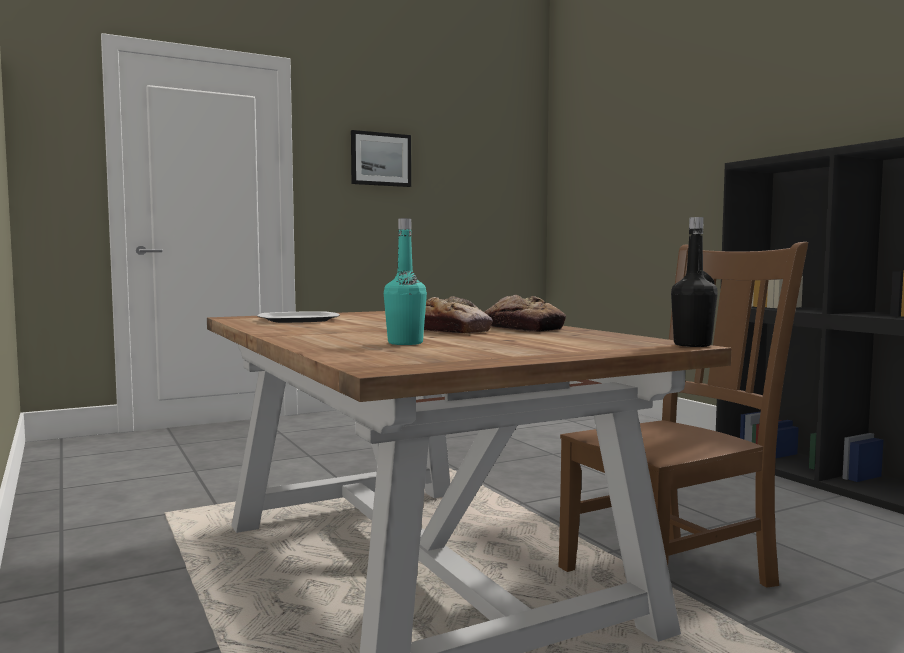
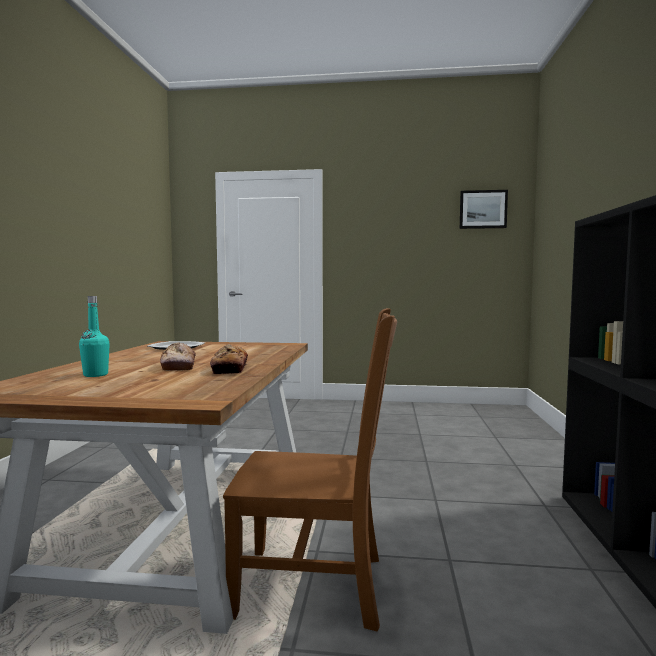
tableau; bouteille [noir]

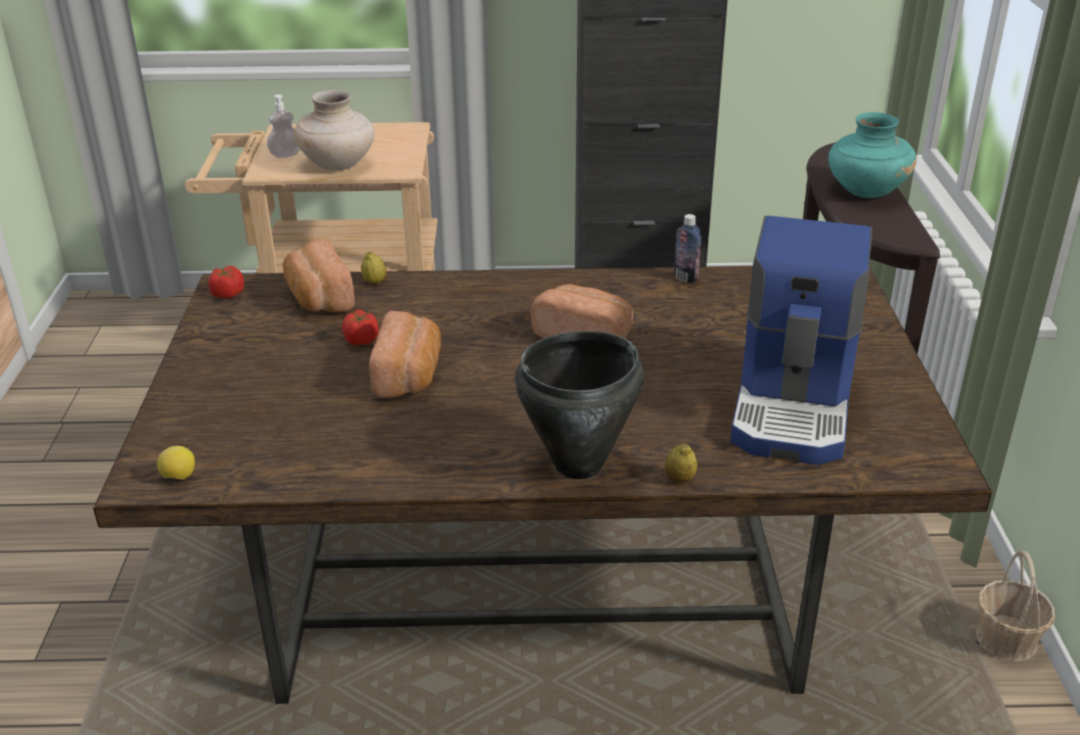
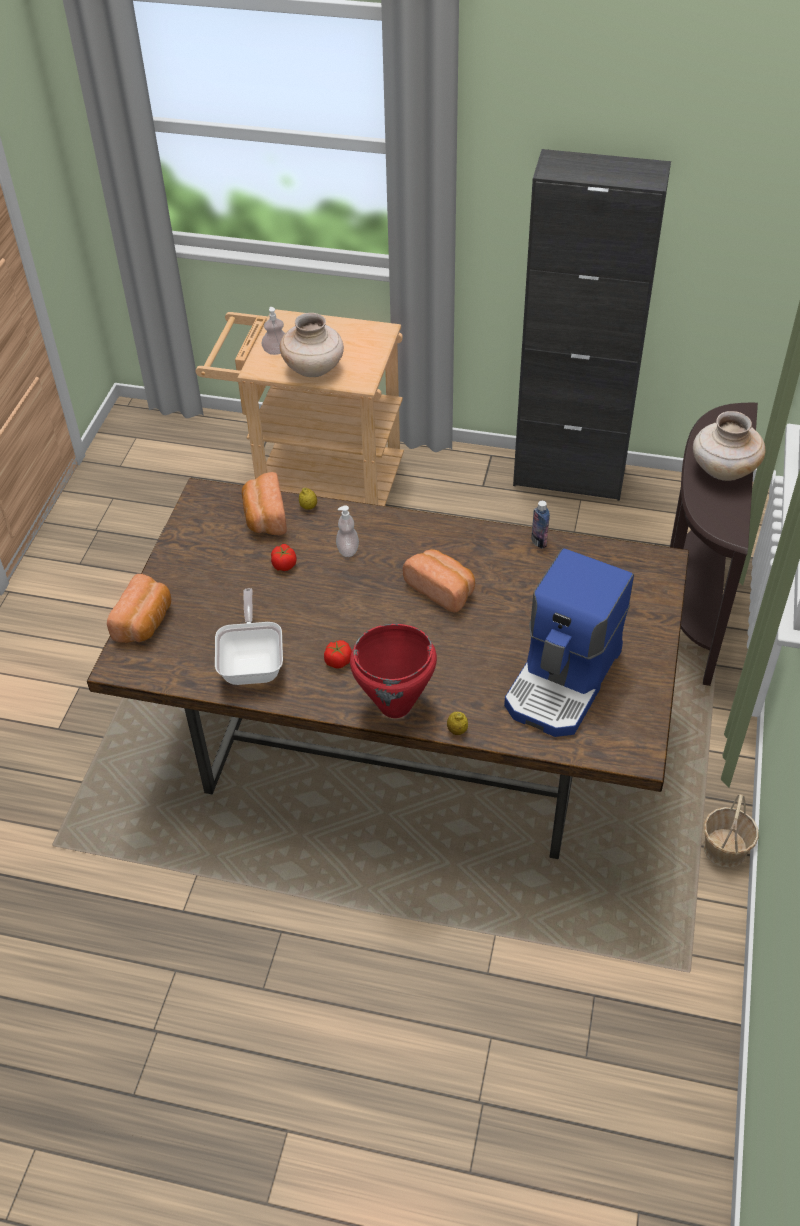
pain (no. 1 from left); poêle; tomate (no. 2 from left); distributeur de savon (no. 2 from left); marmite [rouge]; vase [beige] (no. 2 from left); citron (no. 1 from left in the first image)

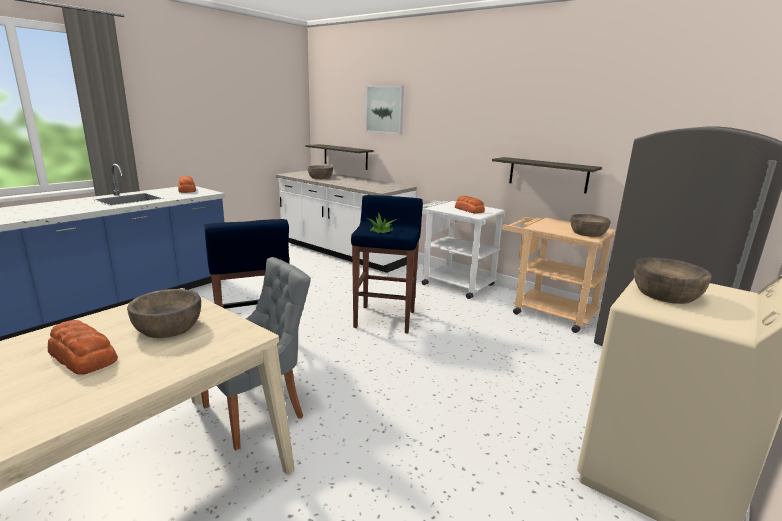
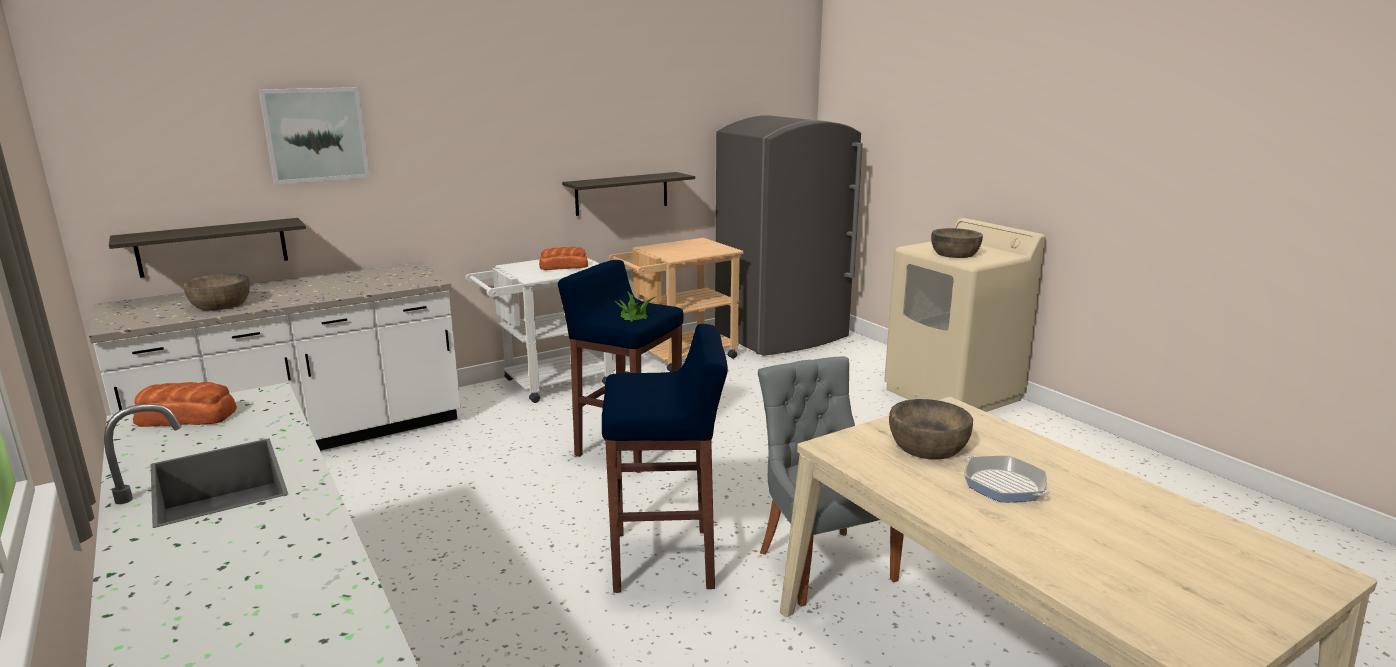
poêle; bol [marron] (no. 3 from left in the first image)

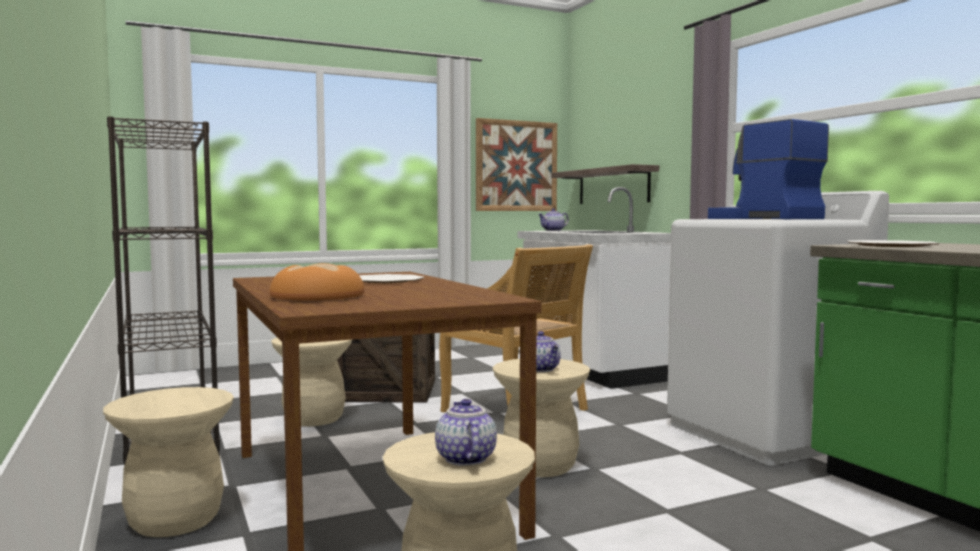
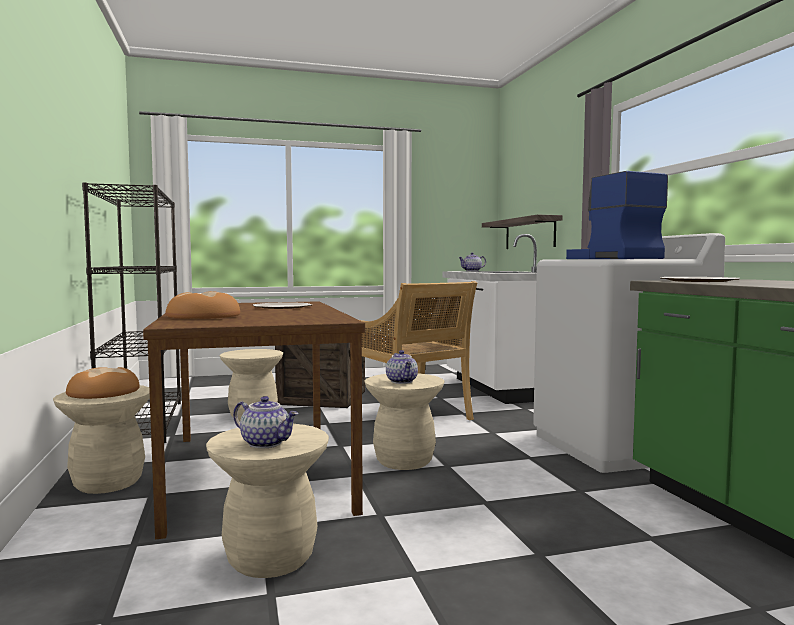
pain (no. 1 from left); théière (no. 1 from left); tableau

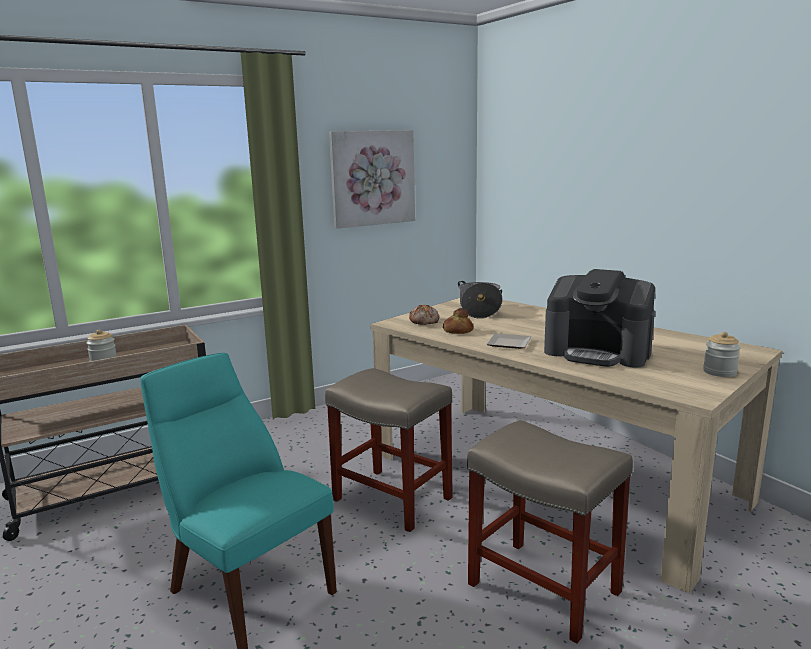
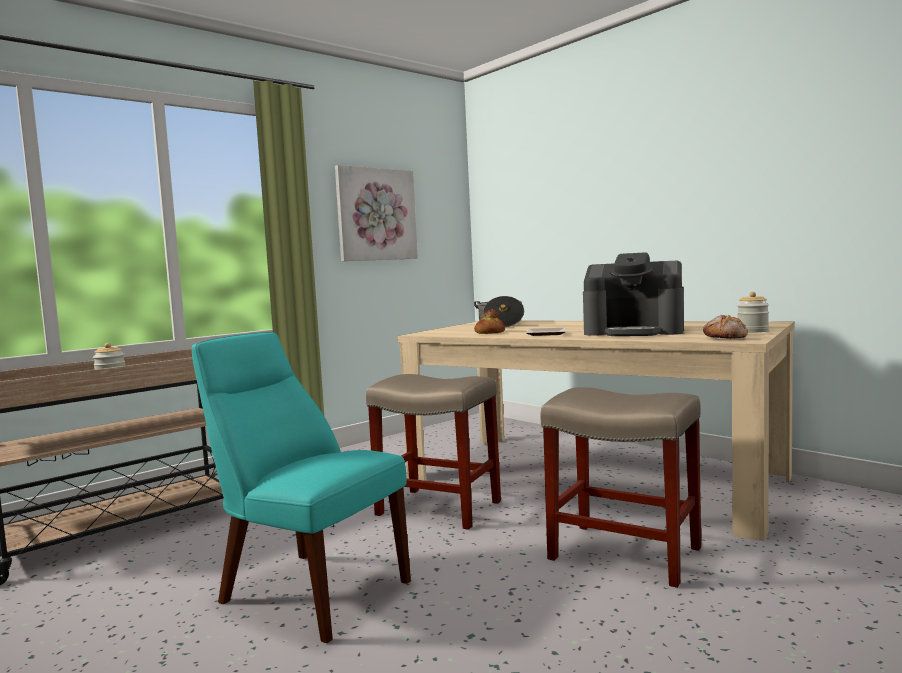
pain (no. 2 from left)

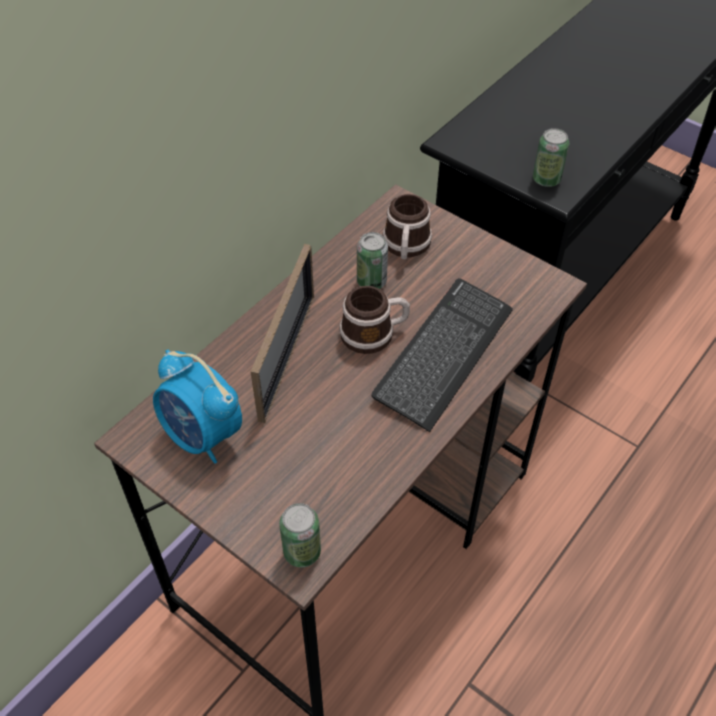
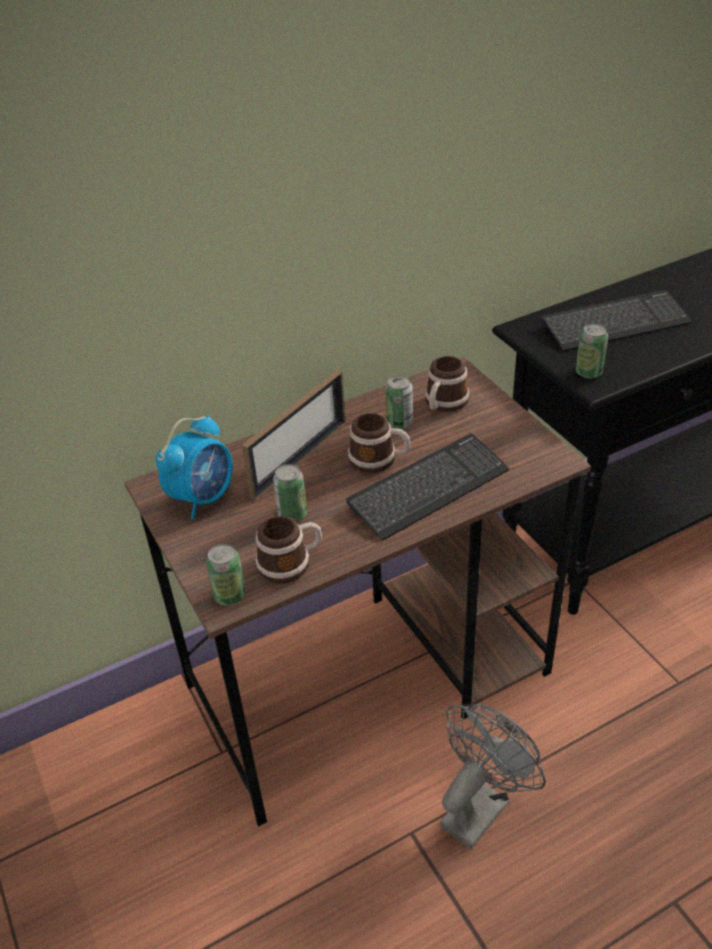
réveil; mug (no. 1 from left); boîte métallique (no. 2 from left); ventilateur [gris]; clavier (no. 2 from left)

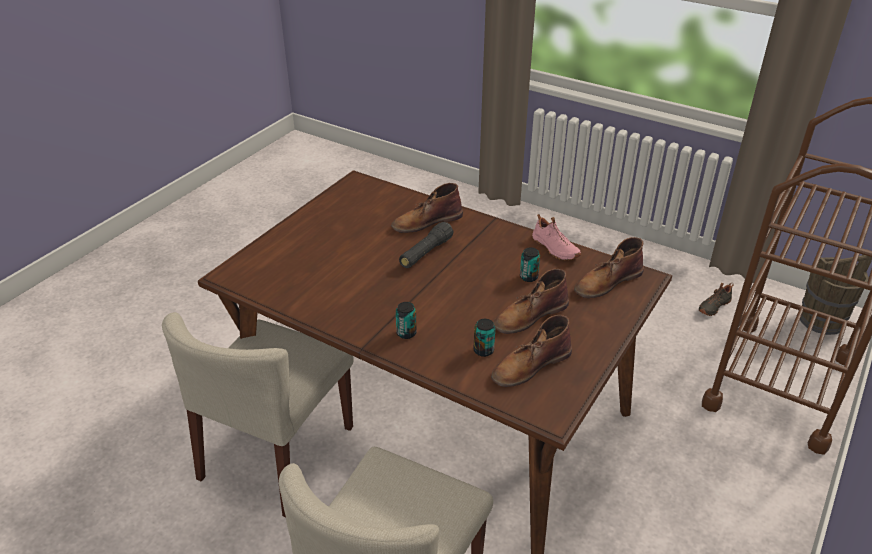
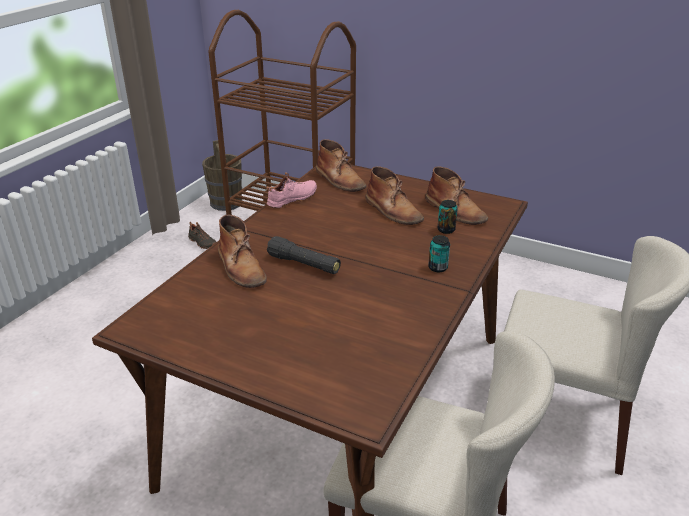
boîte métallique (no. 3 from left in the first image)

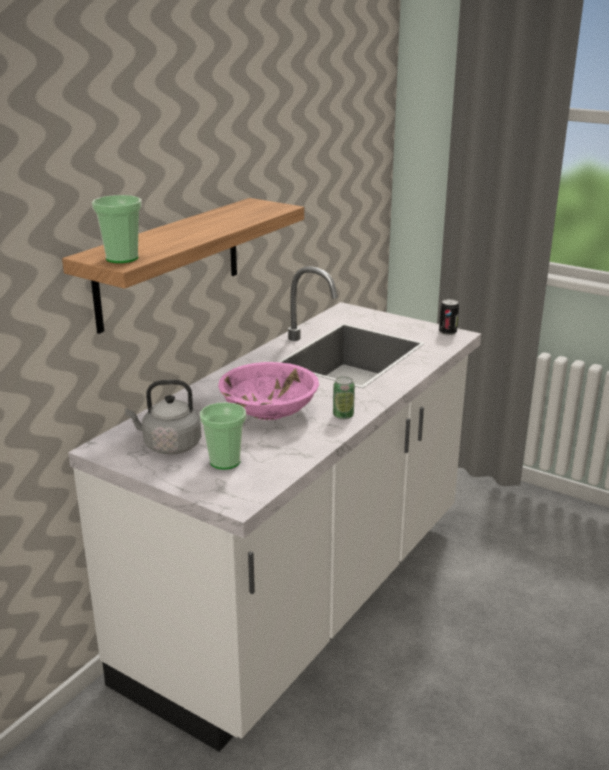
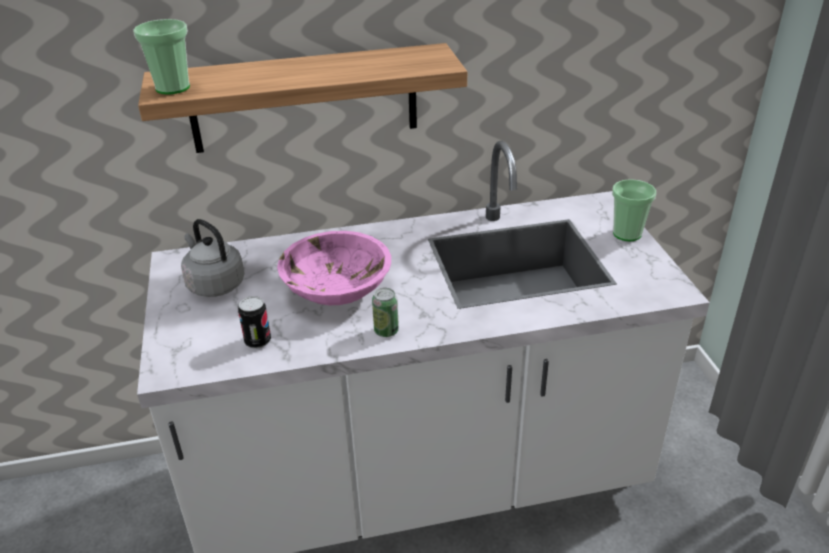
boîte métallique (no. 1 from left); tasse (no. 2 from left)

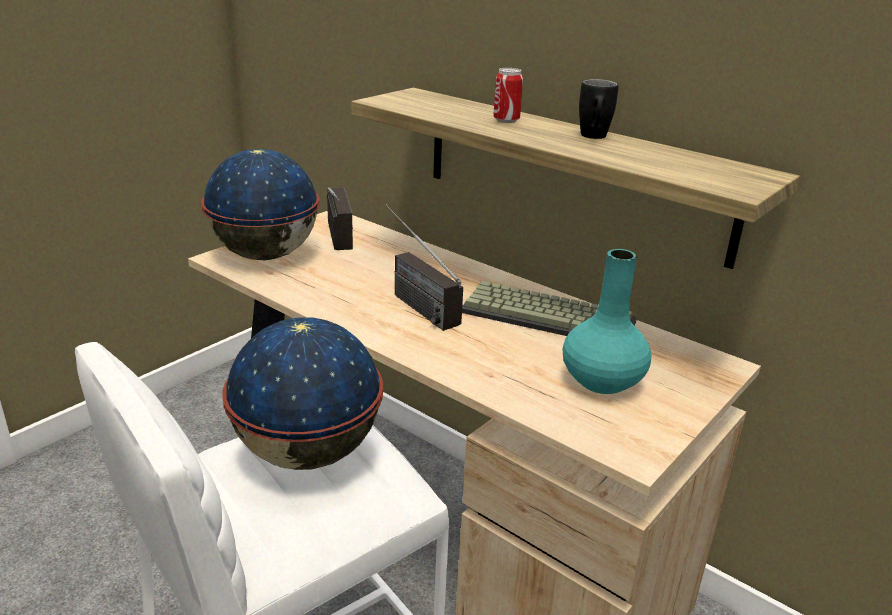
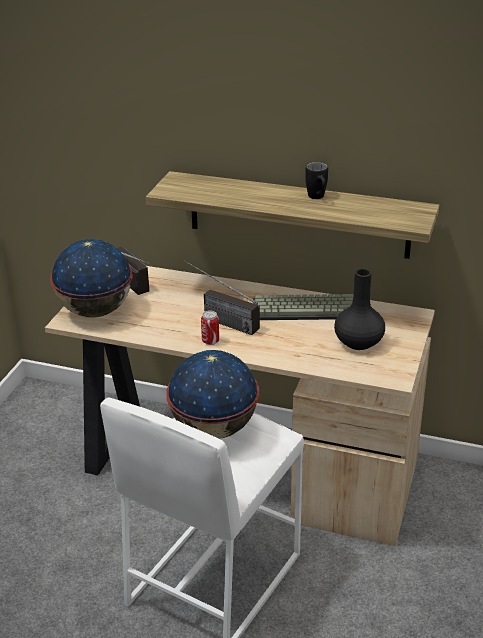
boîte métallique; vase [noir]

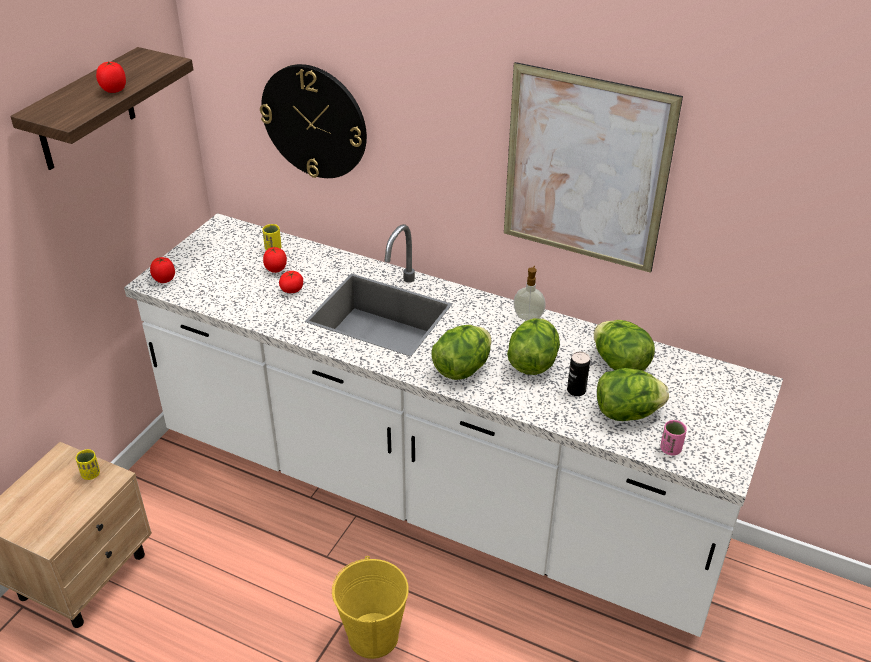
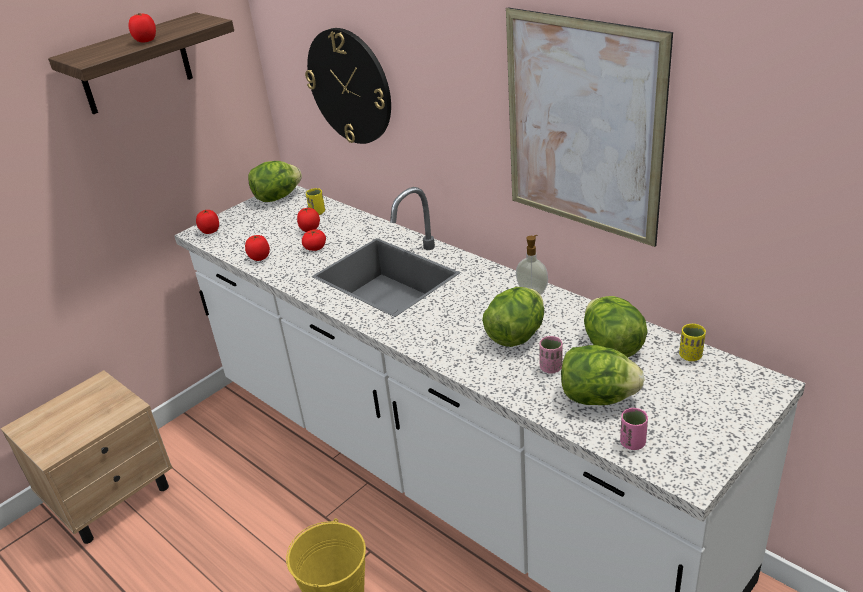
tomate (no. 3 from left); laitue (no. 1 from left); tasse [rose] (no. 1 from left); tasse [jaune] (no. 2 from left)

